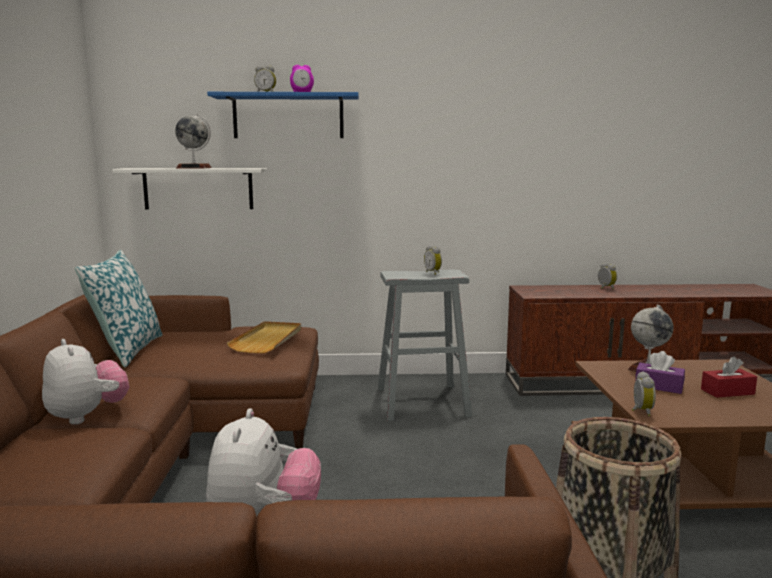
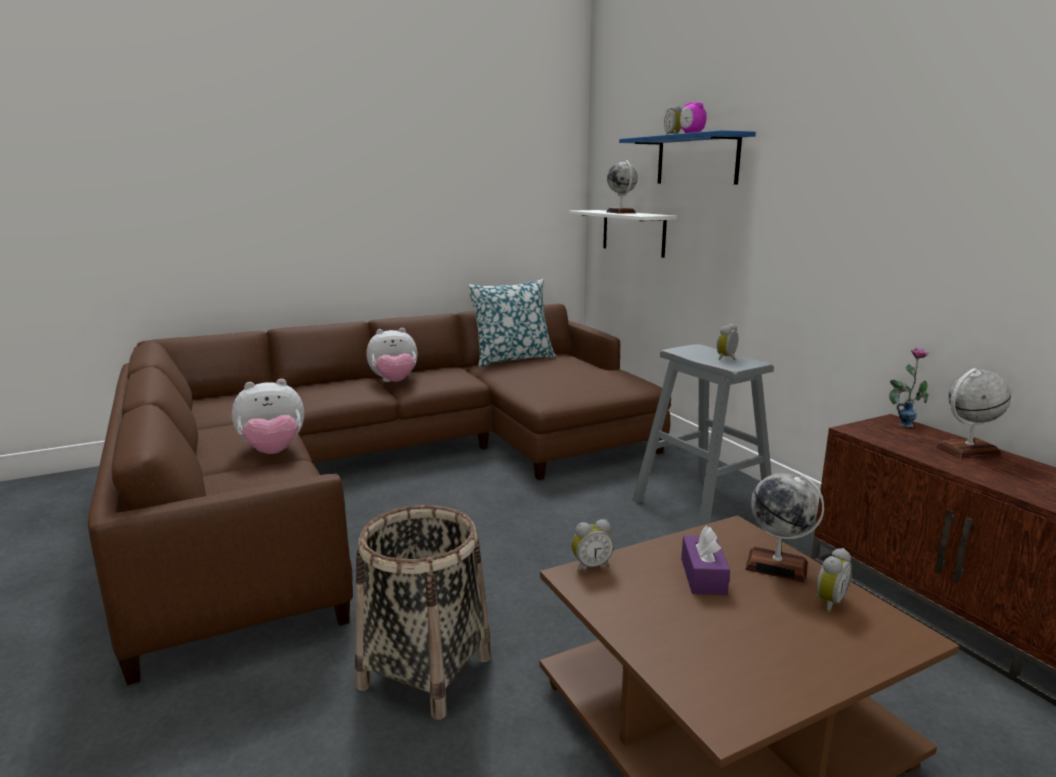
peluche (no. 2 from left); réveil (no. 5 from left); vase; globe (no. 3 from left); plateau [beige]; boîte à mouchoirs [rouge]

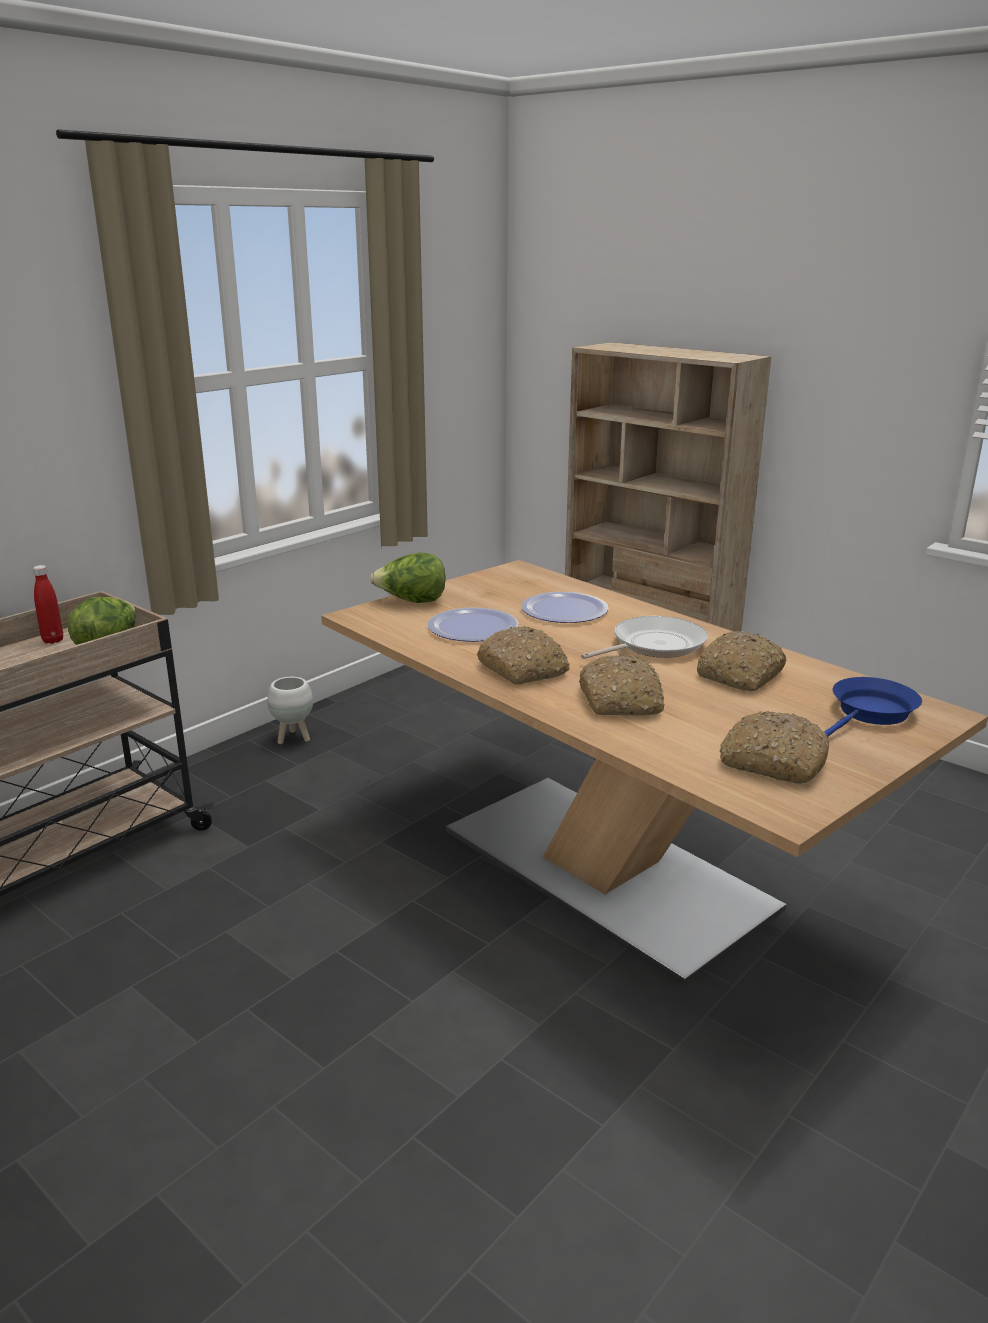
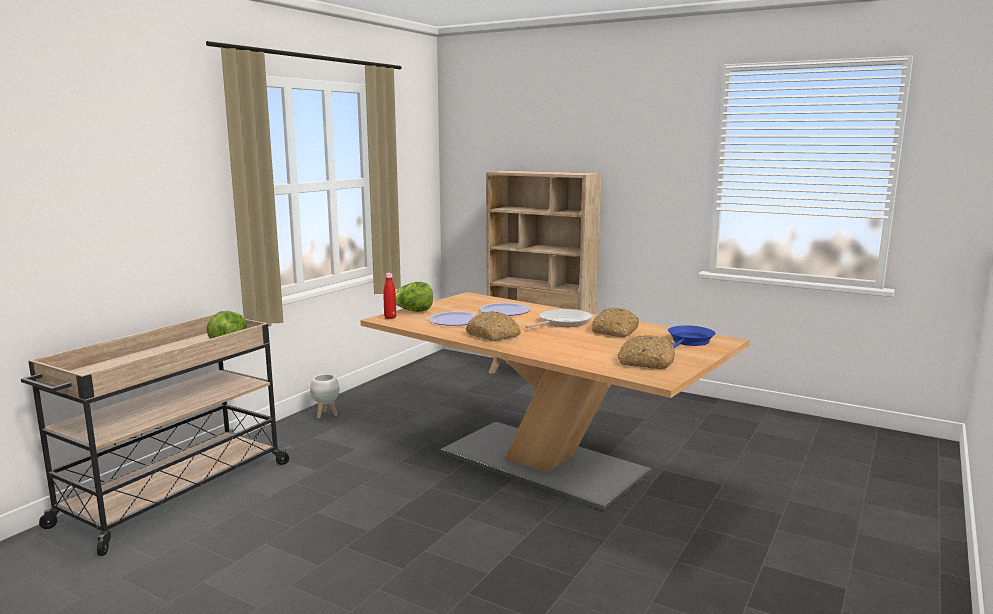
bouteille [rouge]; pain (no. 2 from left in the first image)

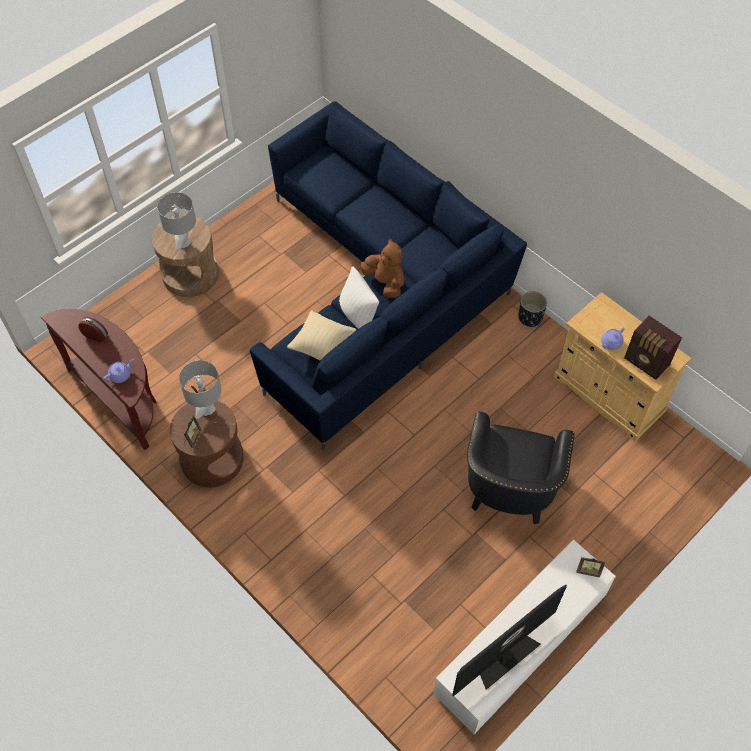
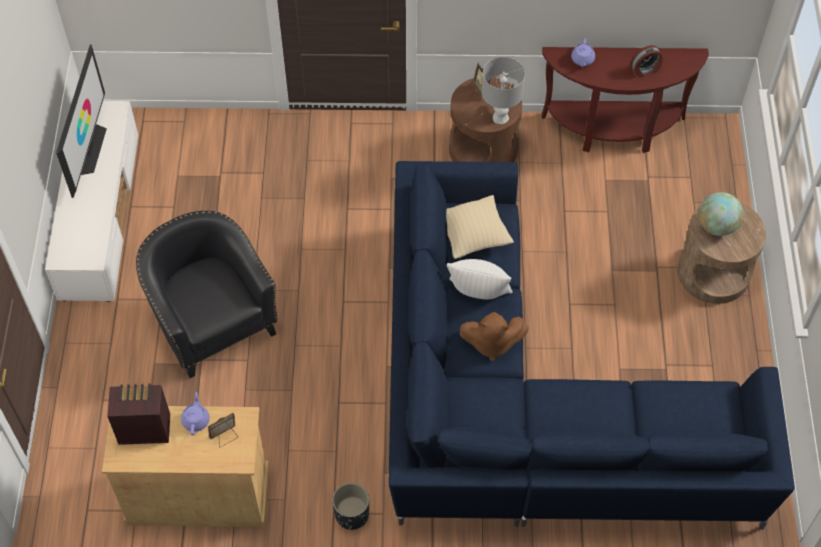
cadre photo (no. 1 from left); globe

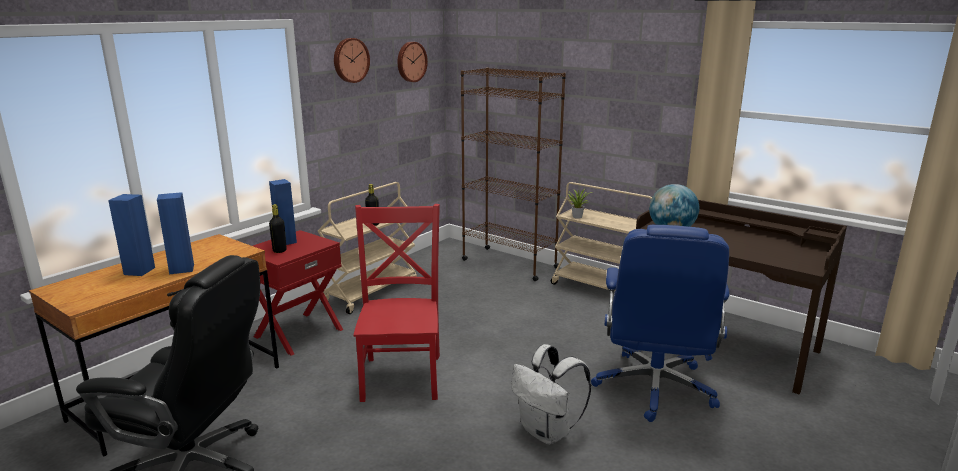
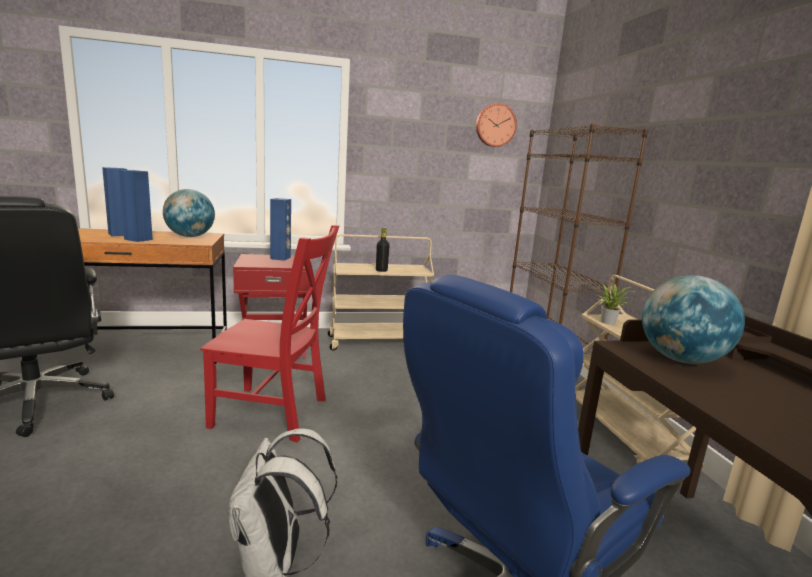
globe (no. 1 from left); chaise [rouge]; bouteille [noir] (no. 1 from left in the first image); horloge murale (no. 1 from left in the first image)

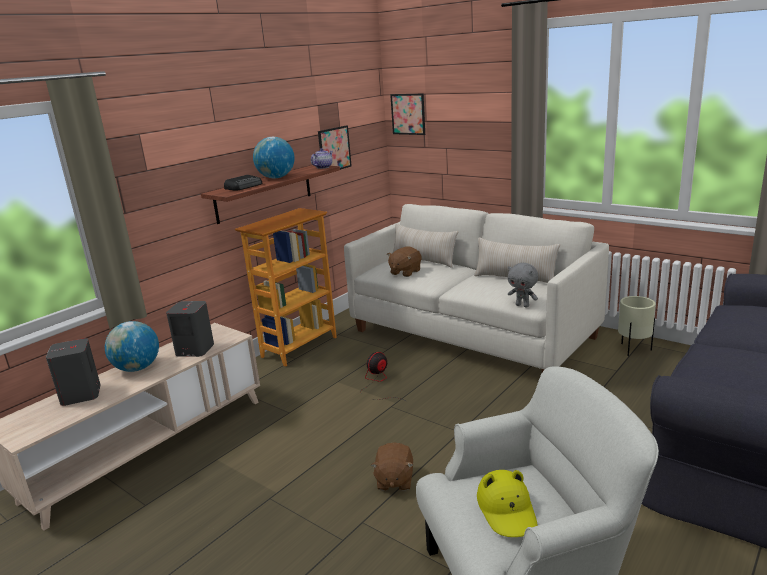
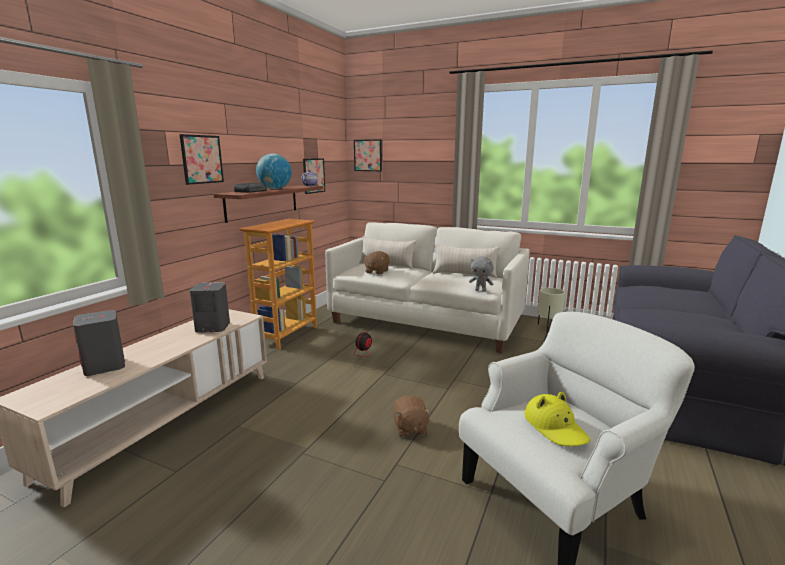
tableau (no. 1 from left); globe (no. 1 from left in the first image)

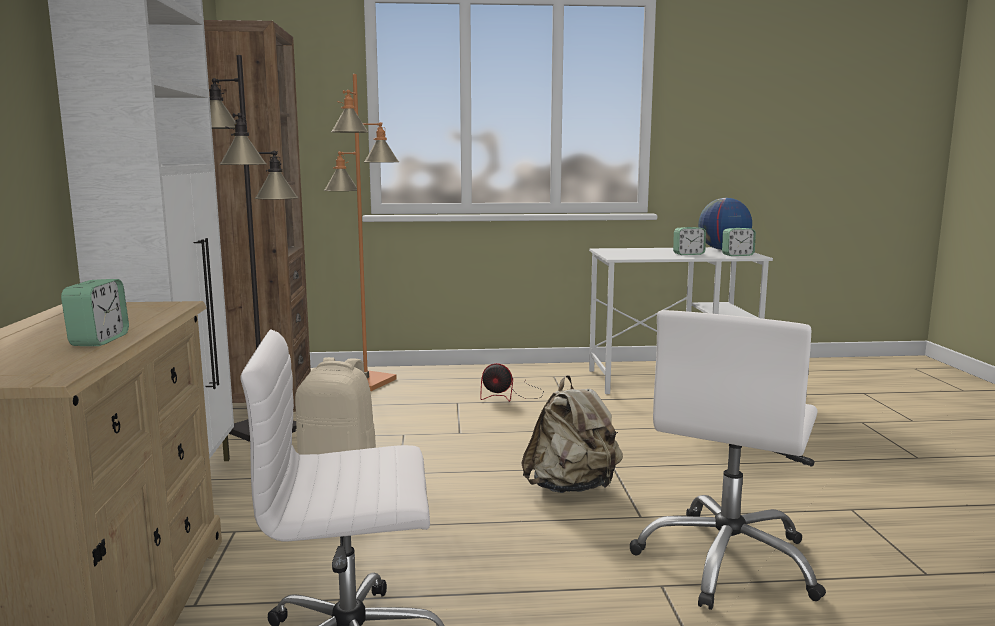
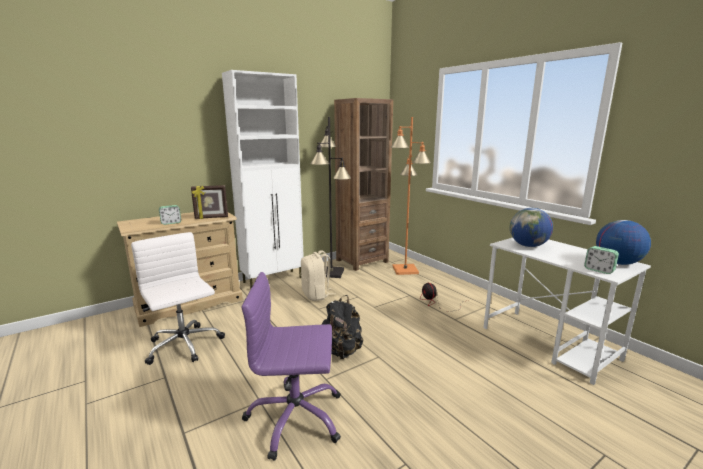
cadre photo; chaise de bureau [violet]; sac à dos [noir]; globe (no. 1 from left); réveil (no. 2 from left in the first image)

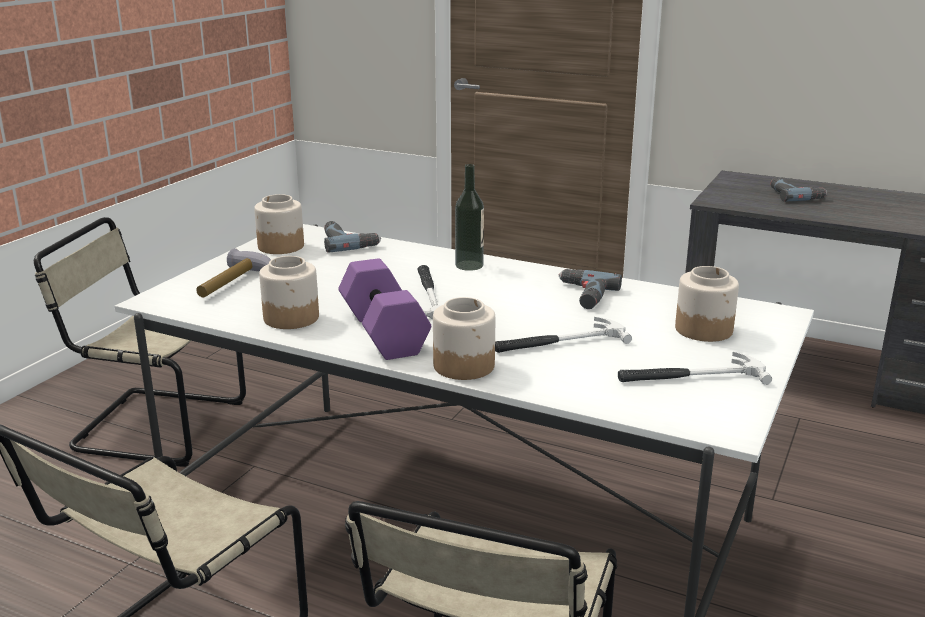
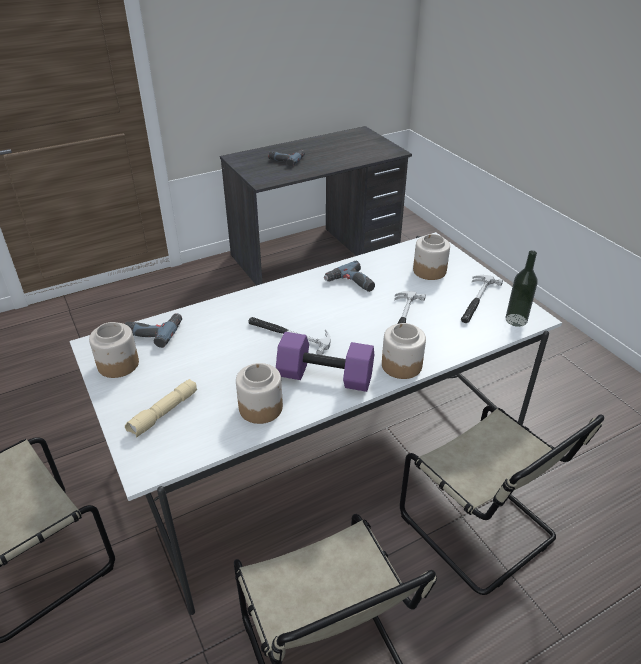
lampe de poche [beige]; bouteille

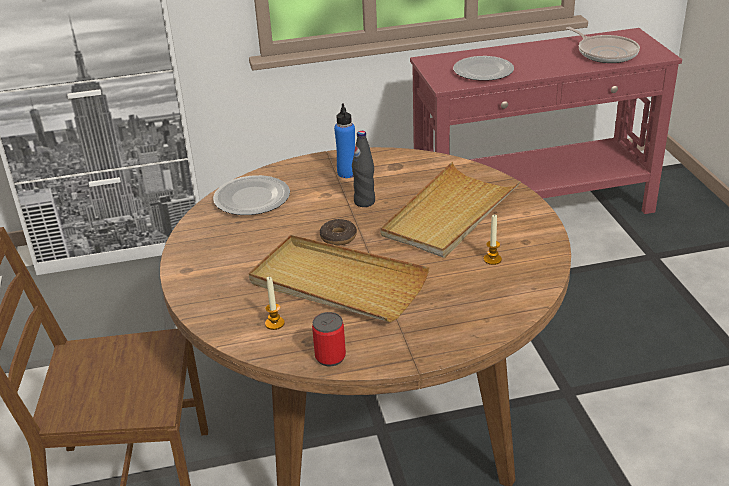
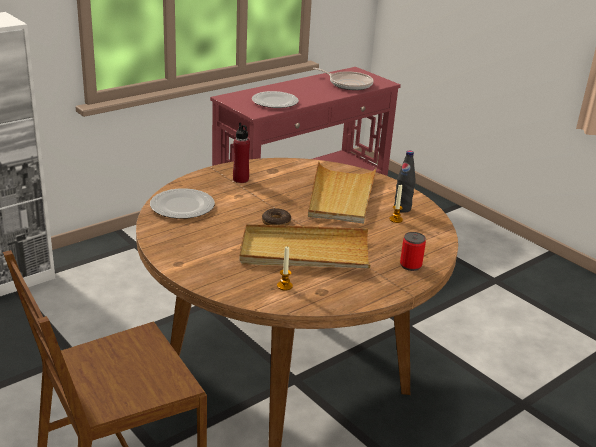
bouteille [rouge]; bouteille [noir]; boîte métallique

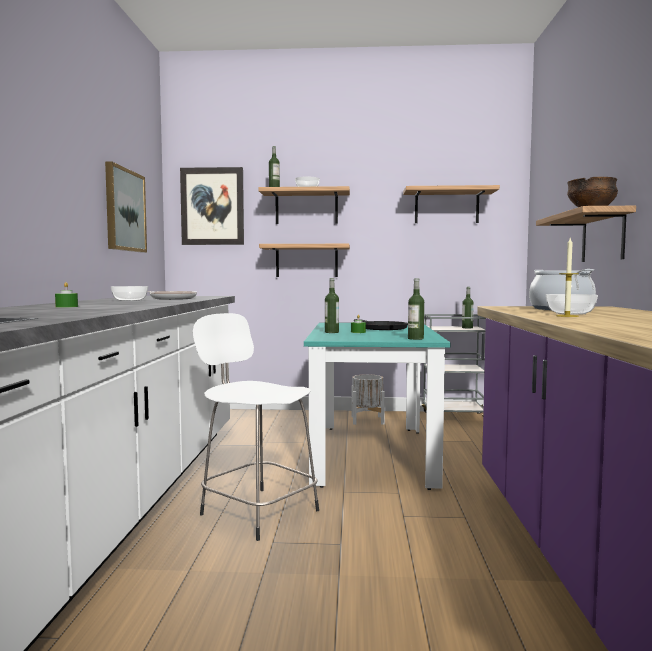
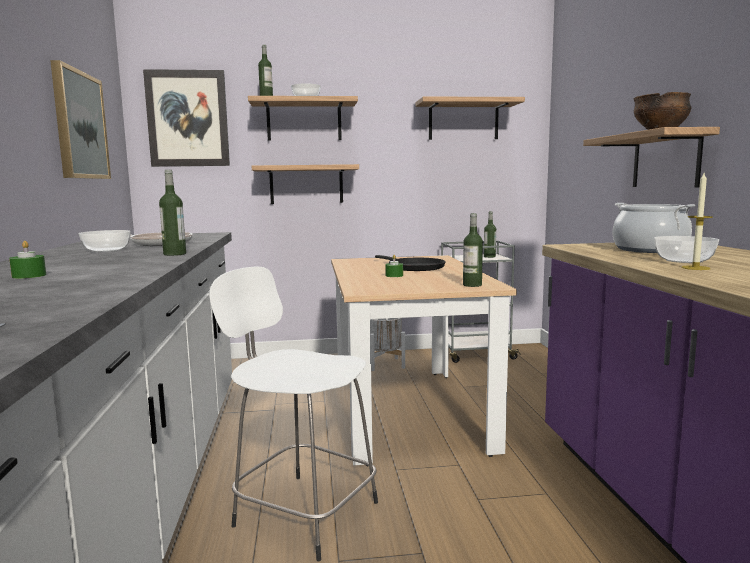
bouteille (no. 1 from left); table à manger [beige]

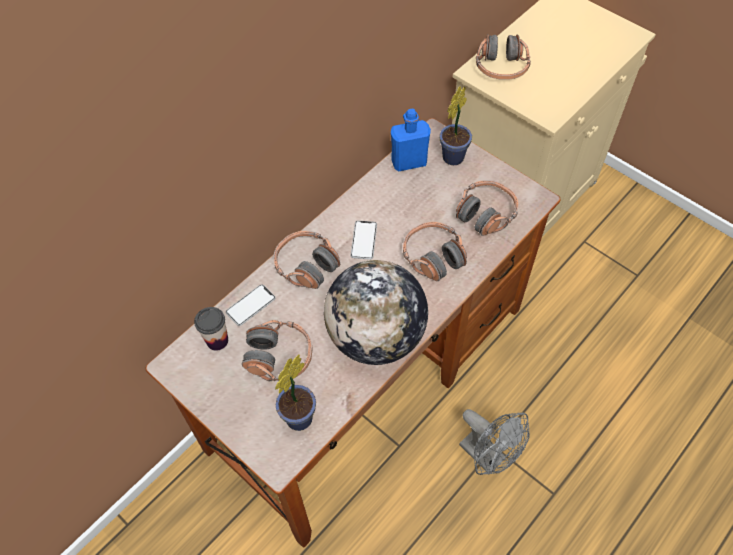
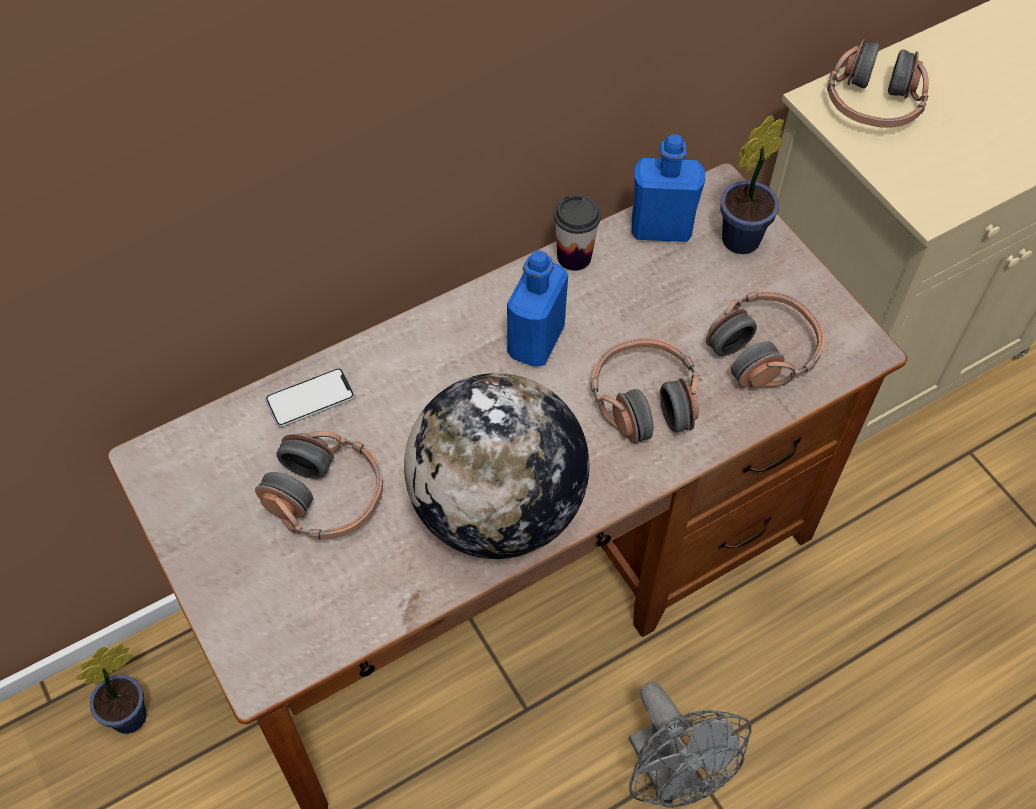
plante en pot (no. 1 from left); bouteille [bleu] (no. 1 from left); tasse; casque audio (no. 2 from left in the first image)

